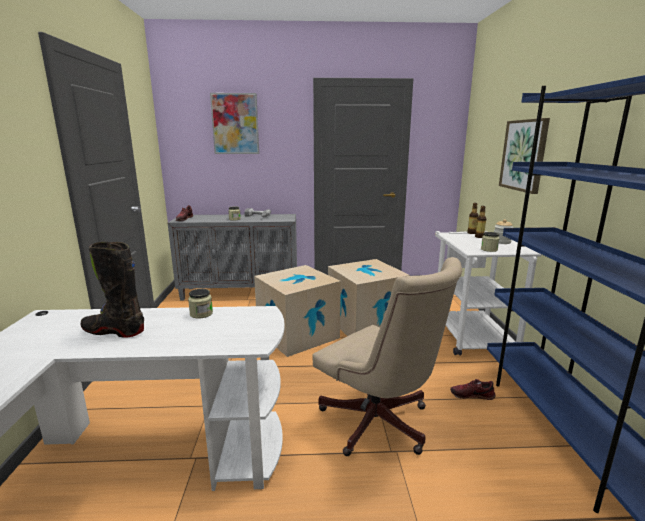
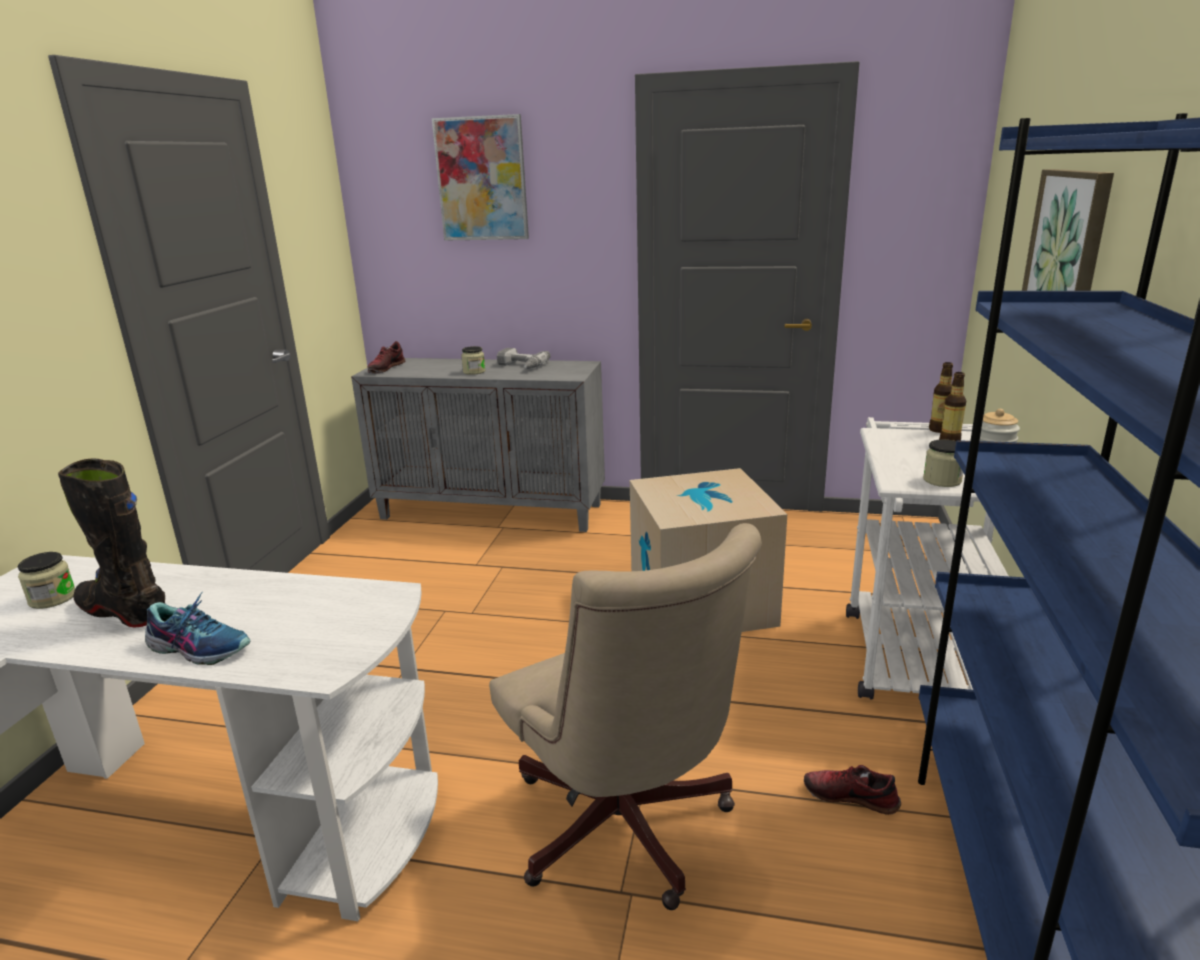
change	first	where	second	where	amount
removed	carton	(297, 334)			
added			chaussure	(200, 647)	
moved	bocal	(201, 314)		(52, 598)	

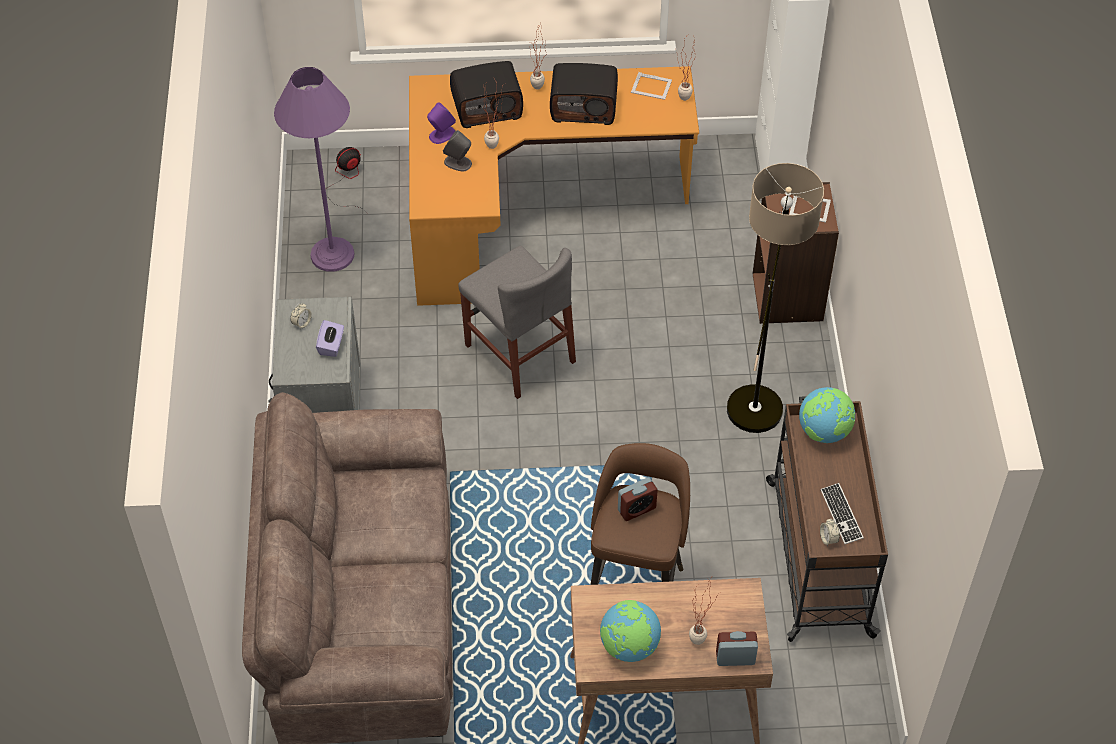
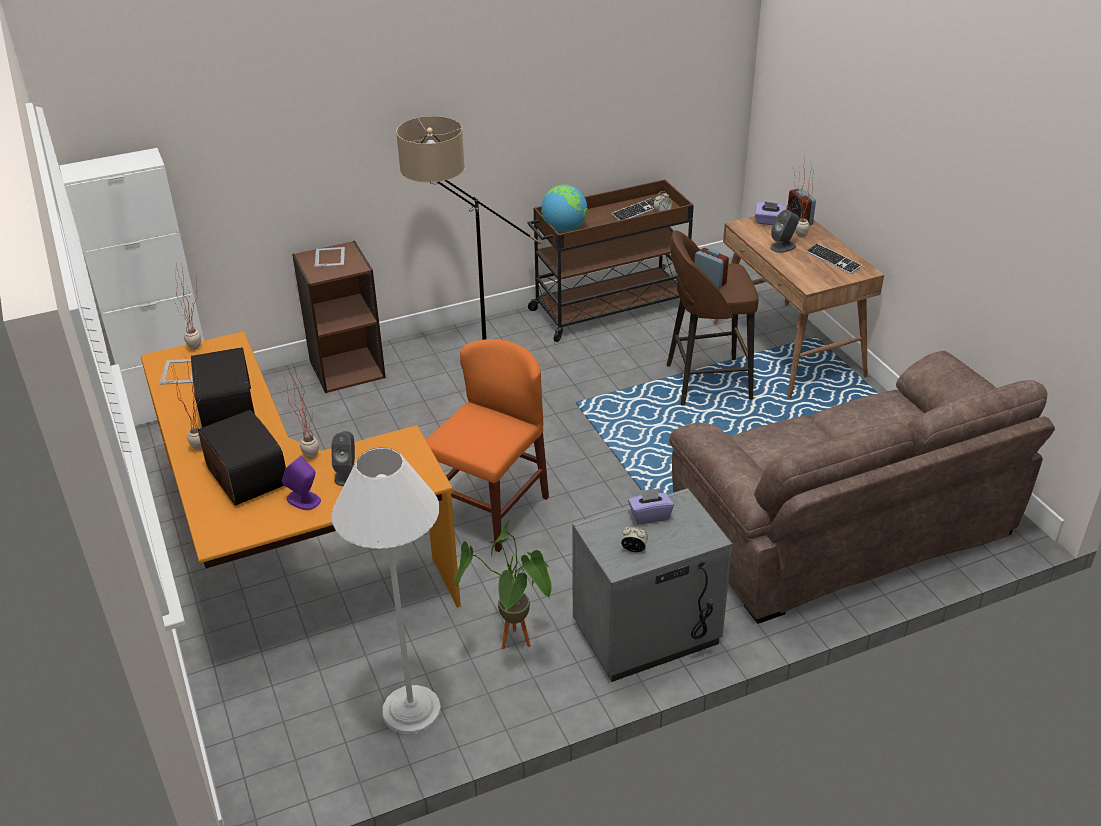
change	first	where	second	where	amount
removed	ventilateur	(347, 181)			
added			plante en pot	(514, 647)	
added			boîte à mouchoirs/violet	(769, 222)	
added			enceinte/gris	(783, 246)	
replaced	globe	(629, 647)	clavier	(833, 260)	
recoloured	lampadaire/violet	(332, 254)	lampadaire/blanc	(411, 710)	
recoloured	chaise/gris	(519, 353)	chaise/orange	(490, 511)	

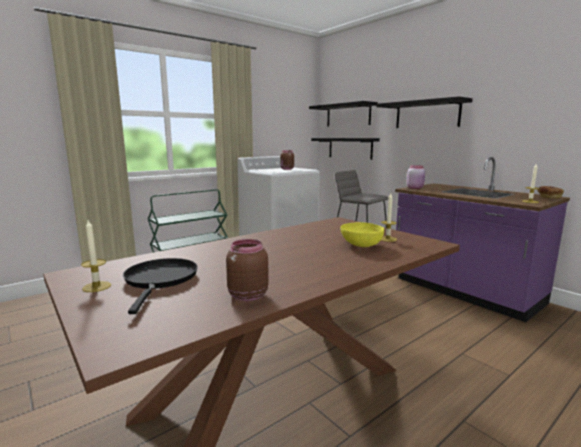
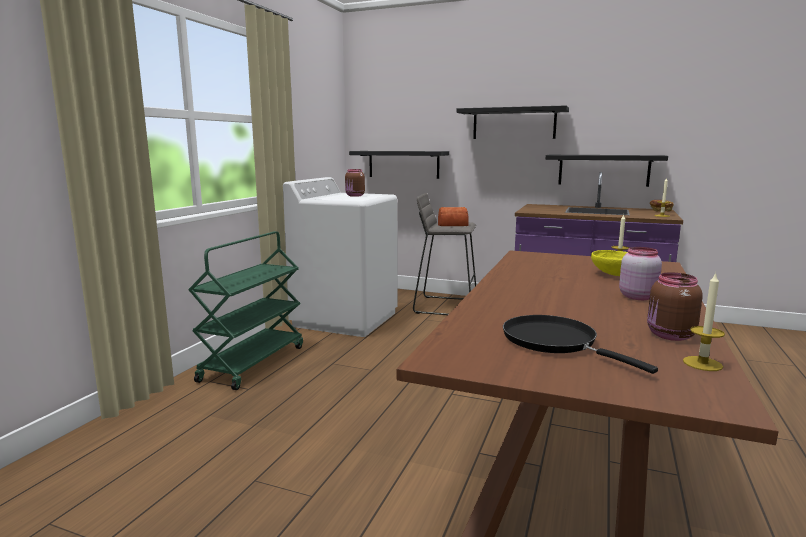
change	first	where	second	where	amount
added			pain	(452, 225)	
moved	bougie	(97, 287)		(702, 363)	
moved	étagère/noir	(348, 115)		(603, 170)	
moved	bocal/rose	(415, 188)		(638, 296)	

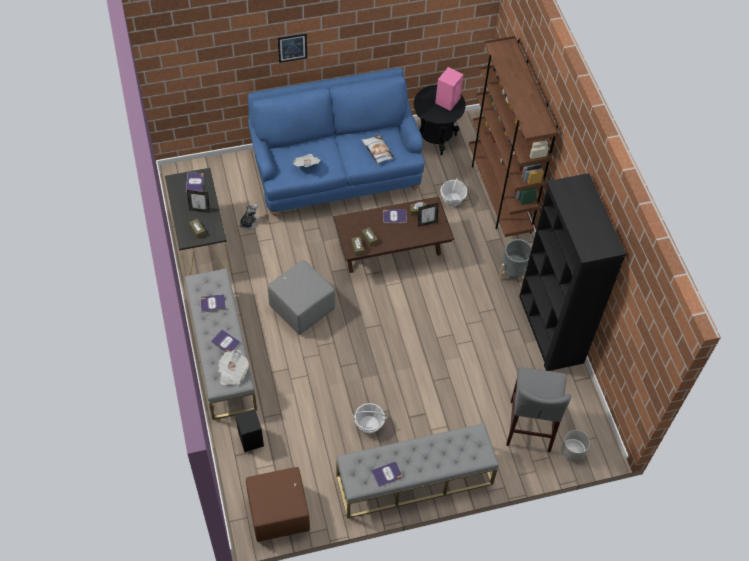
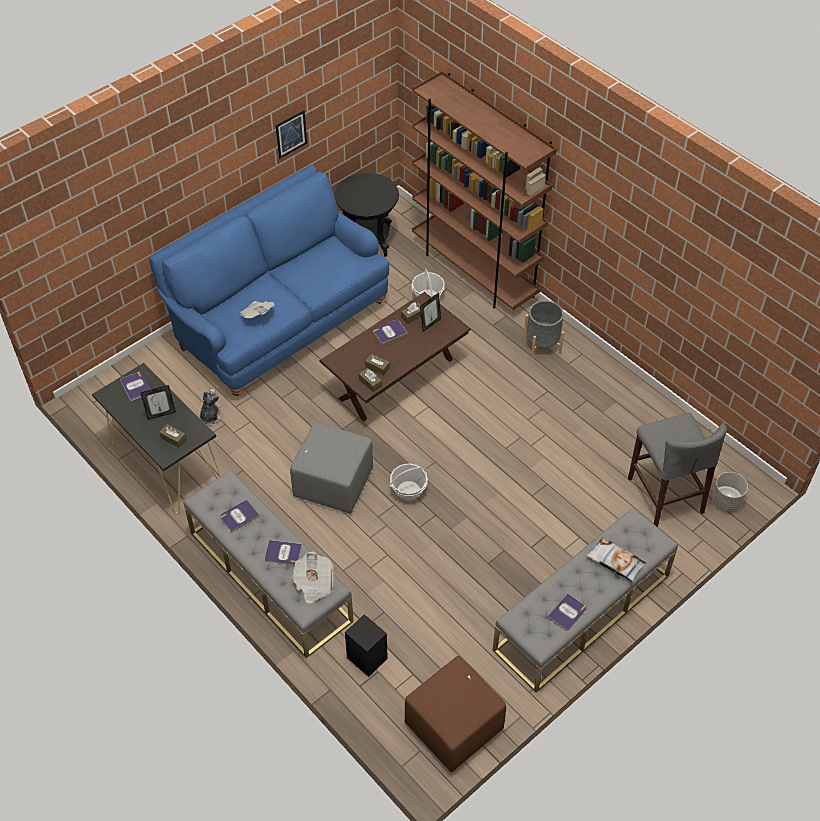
change	first	where	second	where	amount
removed	enceinte/rose	(448, 100)			
removed	bibliothèque/noir	(550, 329)			
moved	tableau	(292, 47)		(291, 134)	
moved	panier	(369, 424)		(408, 490)	
moved	coussin	(377, 151)		(615, 562)	

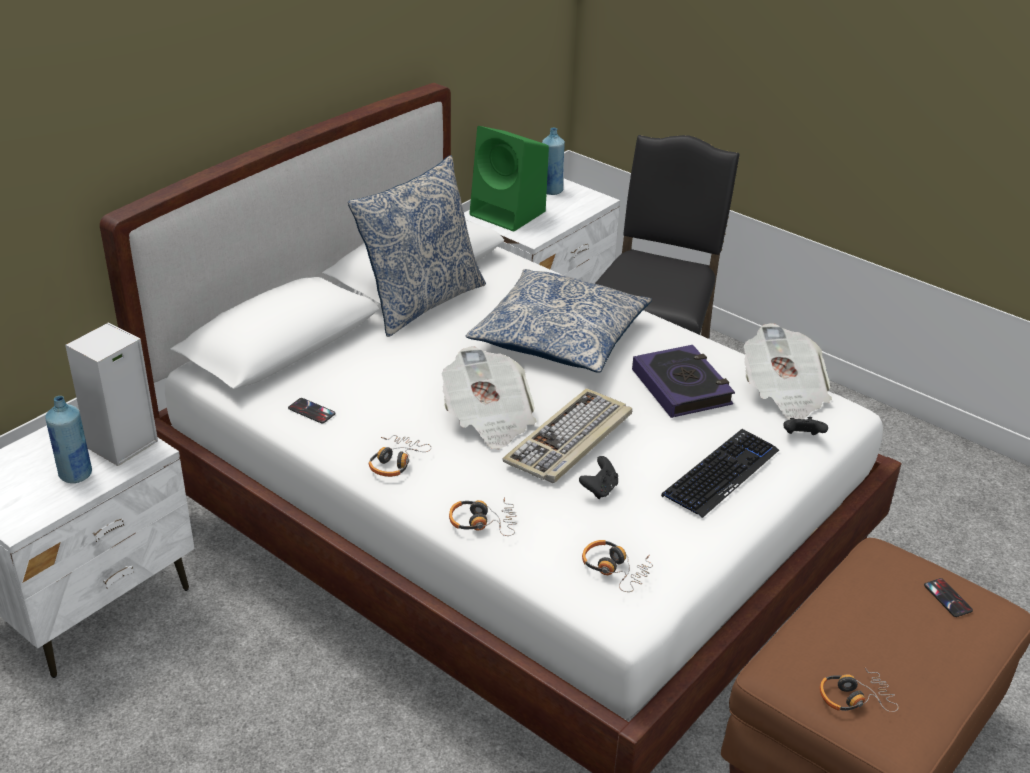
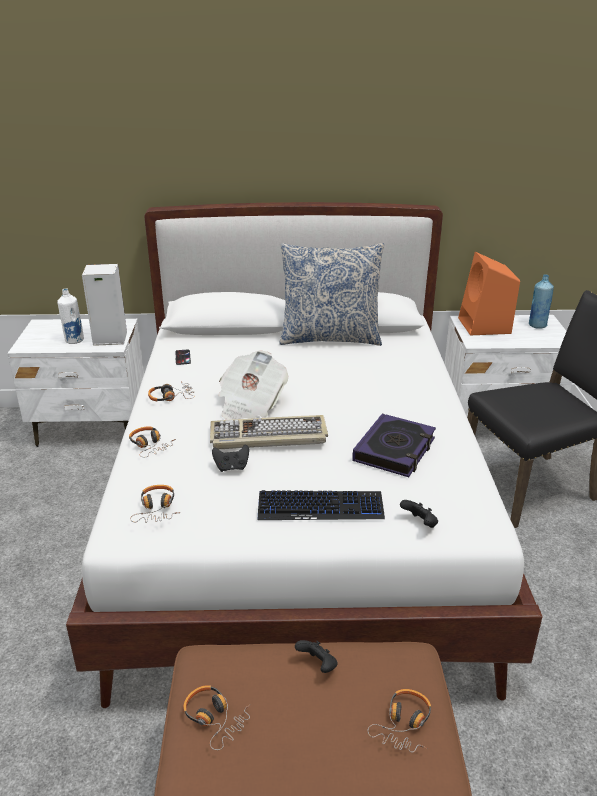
change	first	where	second	where	amount
removed	coussin	(559, 337)			
removed	journal	(783, 394)			
added			manette/noir	(318, 665)	
replaced	téléphone	(948, 598)	casque audio	(404, 725)	
recoloured	bouteille/bleu	(75, 475)	bouteille/blanc	(74, 340)	
recoloured	enceinte/vert	(509, 213)	enceinte/orange	(485, 326)	

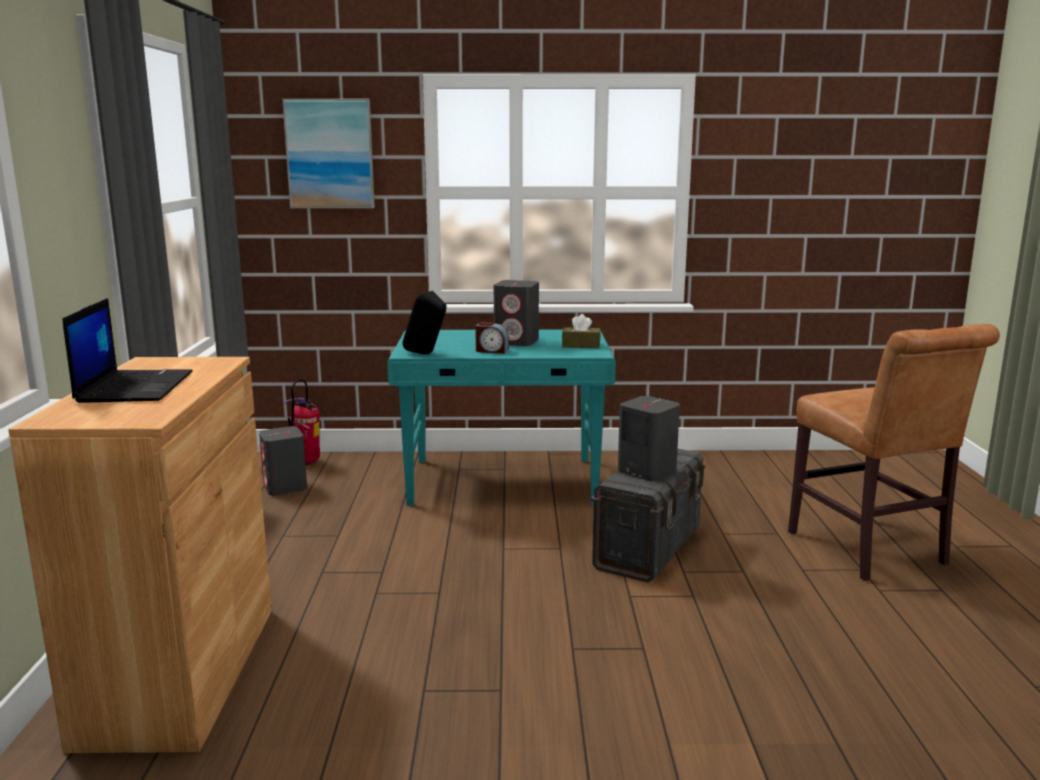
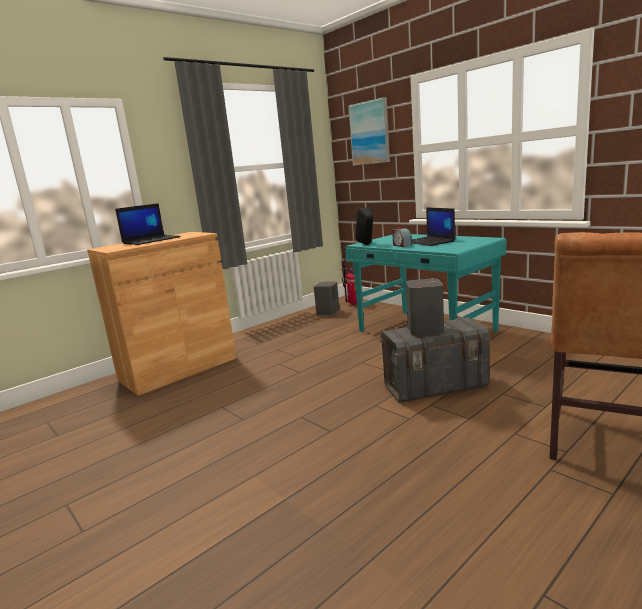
change	first	where	second	where	amount
removed	boîte à mouchoirs/marron	(581, 345)			
replaced	enceinte/gris	(517, 342)	ordinateur portable	(430, 242)	

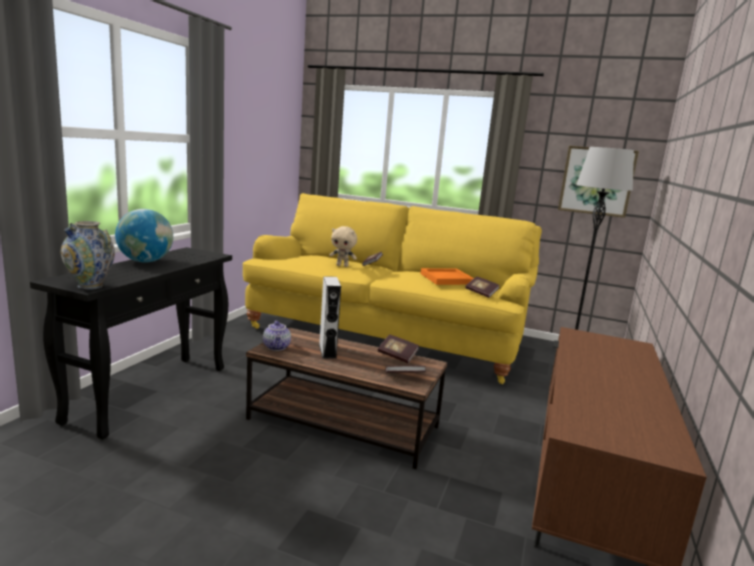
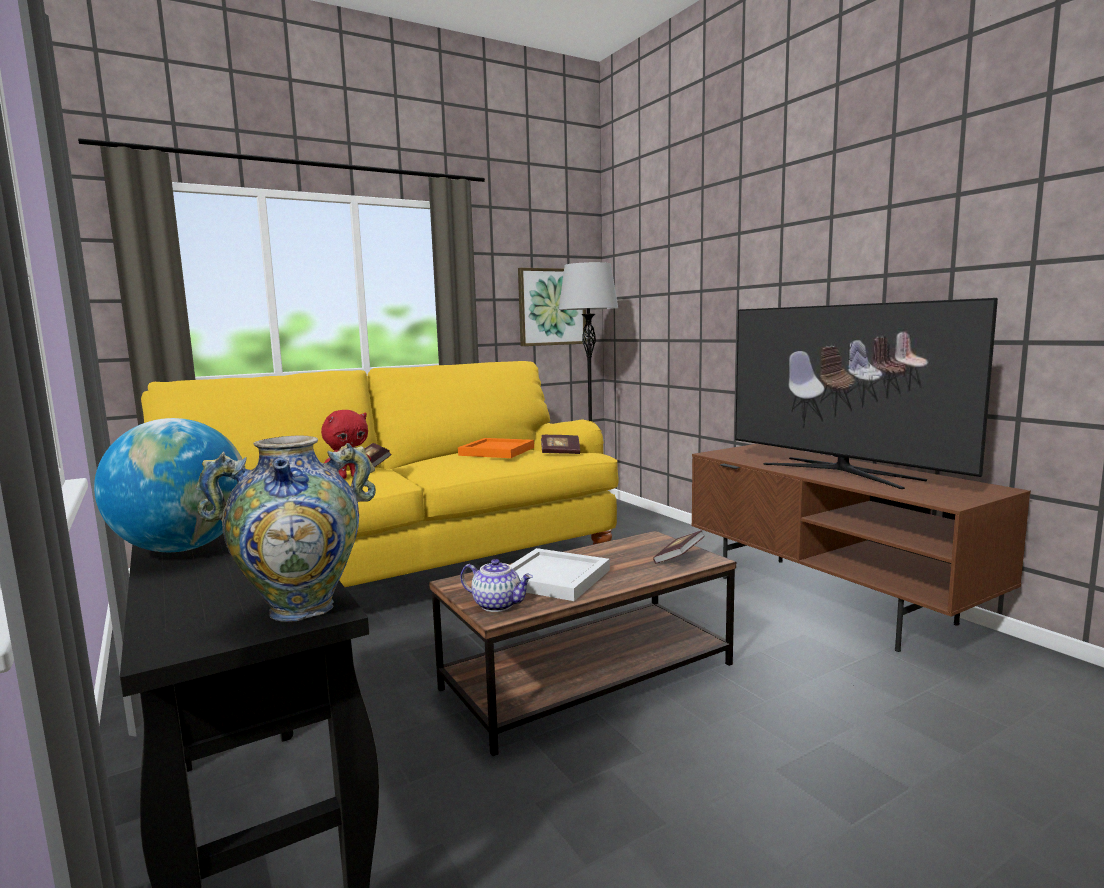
change	first	where	second	where	amount
removed	livre	(397, 356)			
added			téléviseur	(840, 472)	
replaced	enceinte/gris	(327, 351)	plateau/blanc	(553, 577)	
recoloured	peluche/beige	(342, 266)	peluche/rouge	(349, 477)	

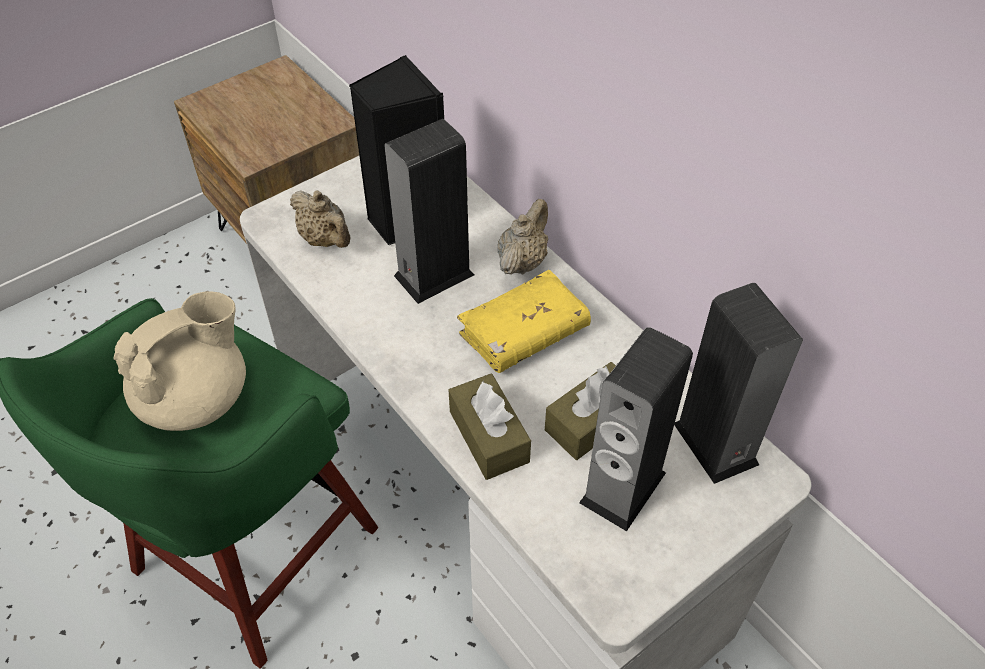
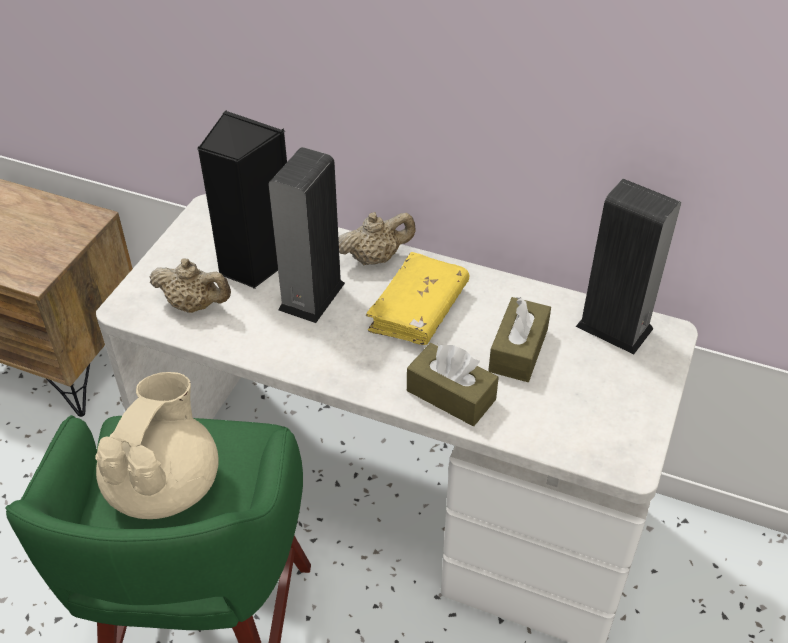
change	first	where	second	where	amount
removed	enceinte	(623, 487)			
turned	théière/beige	(522, 261)		(375, 258)	75 degrees clockwise

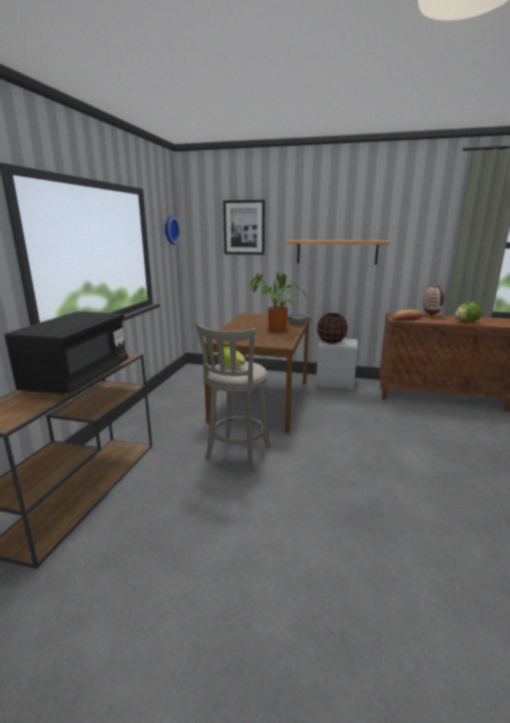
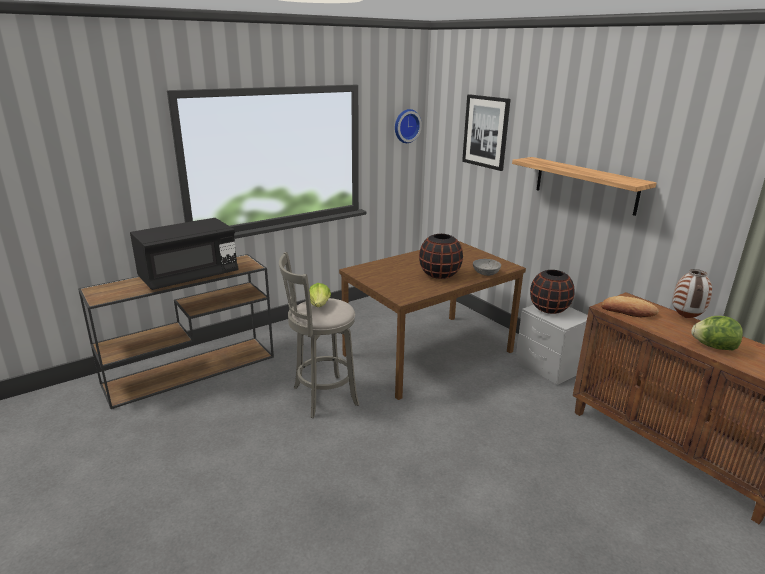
change	first	where	second	where	amount
replaced	plante en pot	(275, 329)	vase/noir	(439, 275)	

